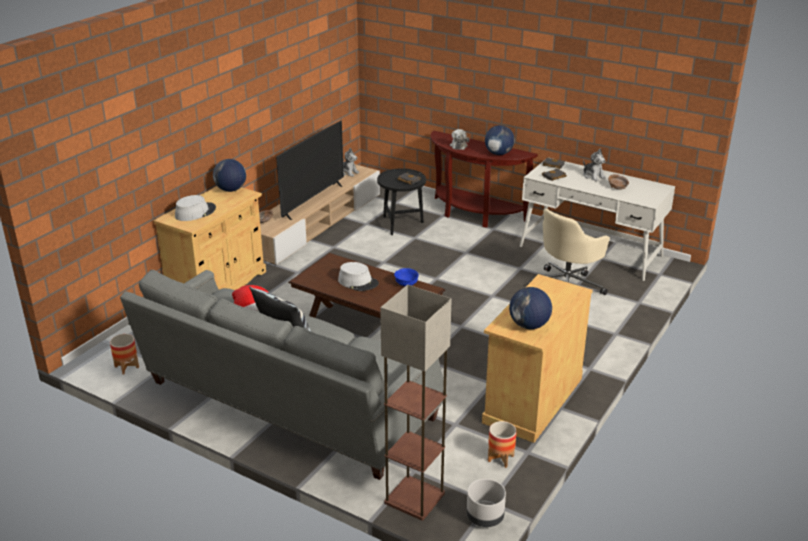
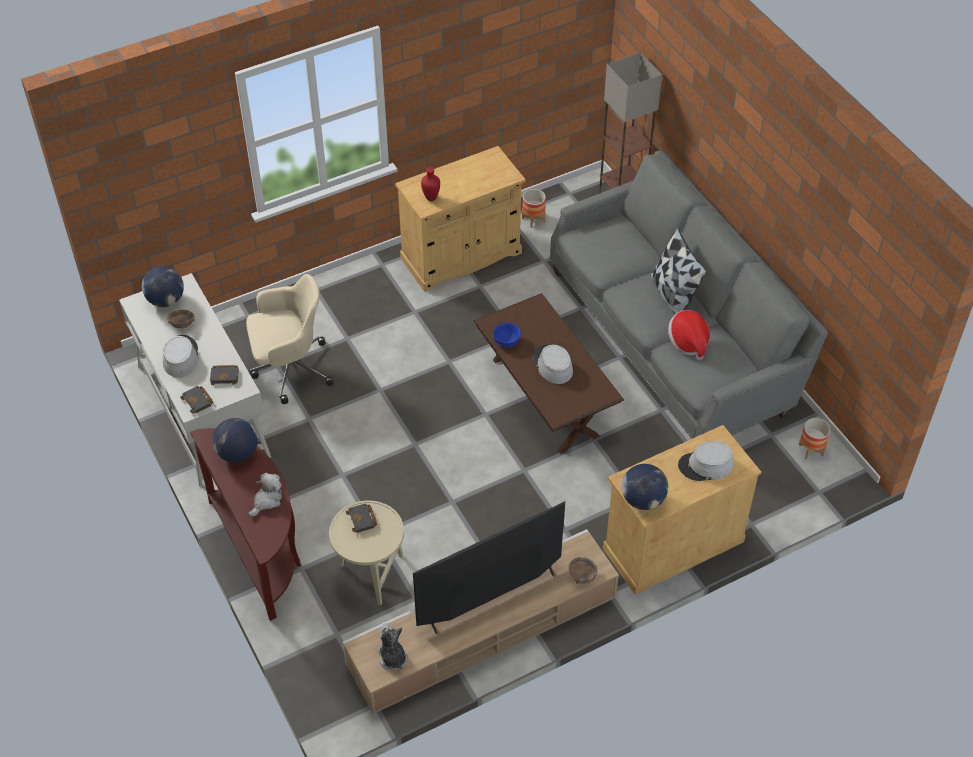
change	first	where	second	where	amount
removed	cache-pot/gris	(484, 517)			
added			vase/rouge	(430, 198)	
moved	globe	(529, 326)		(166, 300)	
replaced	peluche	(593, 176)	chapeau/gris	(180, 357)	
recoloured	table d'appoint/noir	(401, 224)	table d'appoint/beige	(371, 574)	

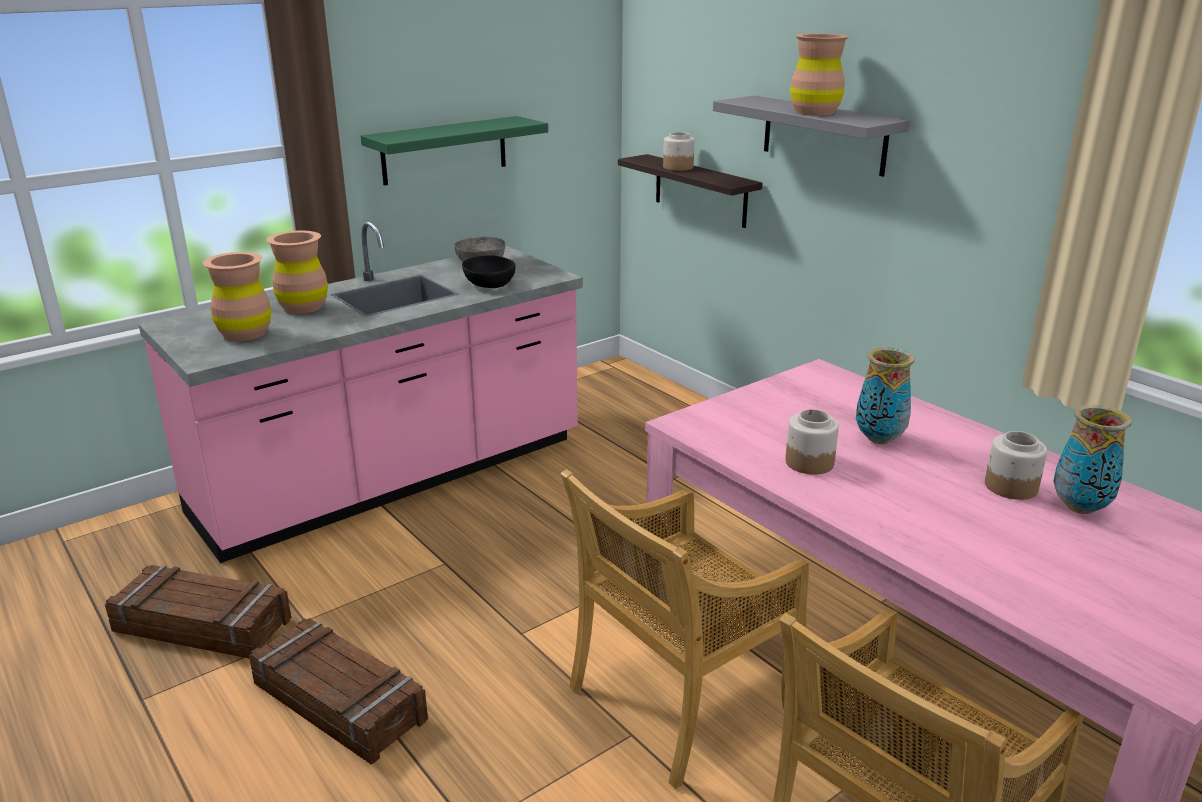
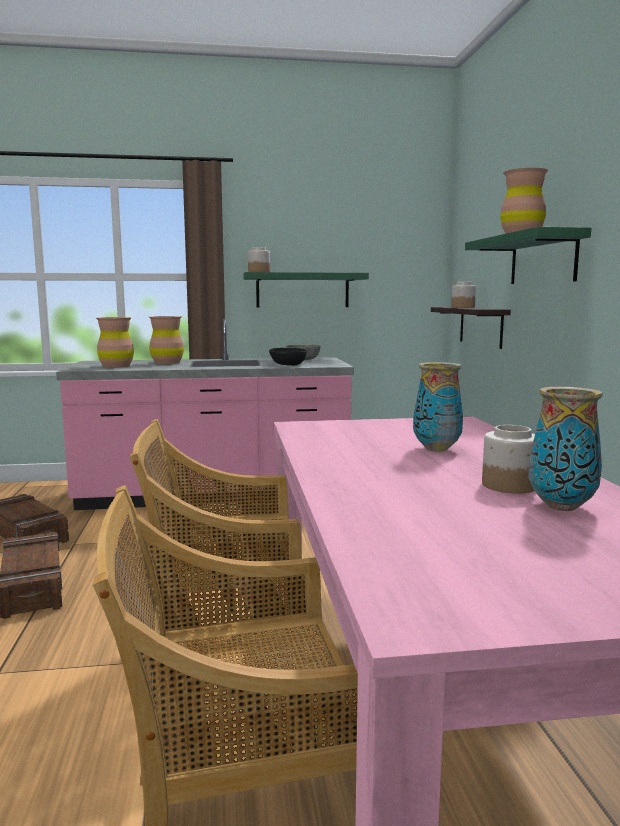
change	first	where	second	where	amount
moved	bocal	(809, 462)		(259, 272)	
recoloured	étagère/gris	(824, 135)	étagère/vert	(542, 259)	

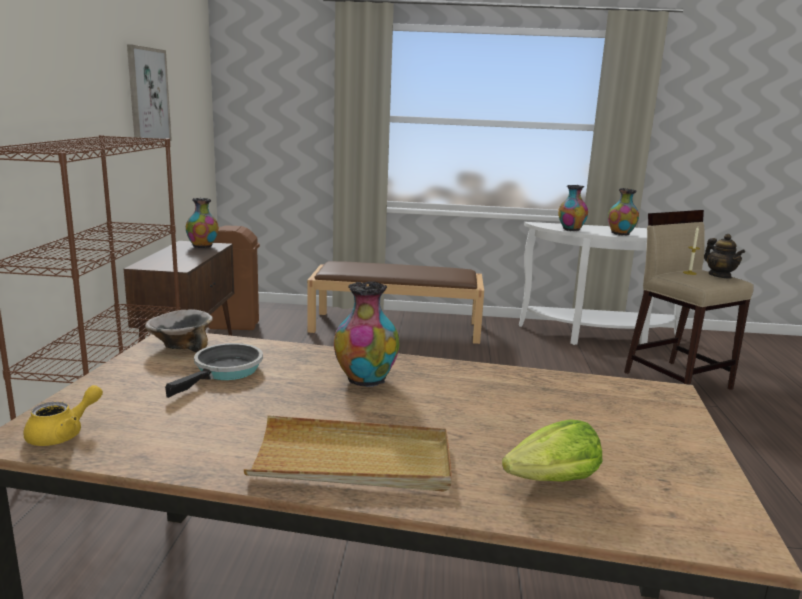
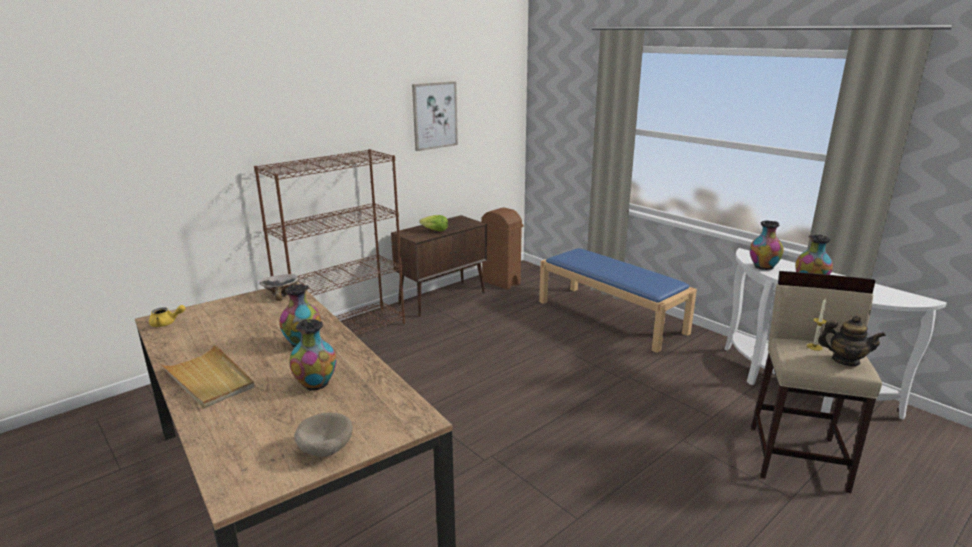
change	first	where	second	where	amount
removed	poêle	(225, 372)			
added			bol/beige	(324, 449)	
moved	vase	(203, 246)		(316, 384)	
moved	laitue	(553, 481)		(434, 230)	
recoloured	banc/marron	(397, 327)	banc/bleu	(611, 317)	
turned	théière	(720, 276)		(845, 360)	90 degrees counterclockwise

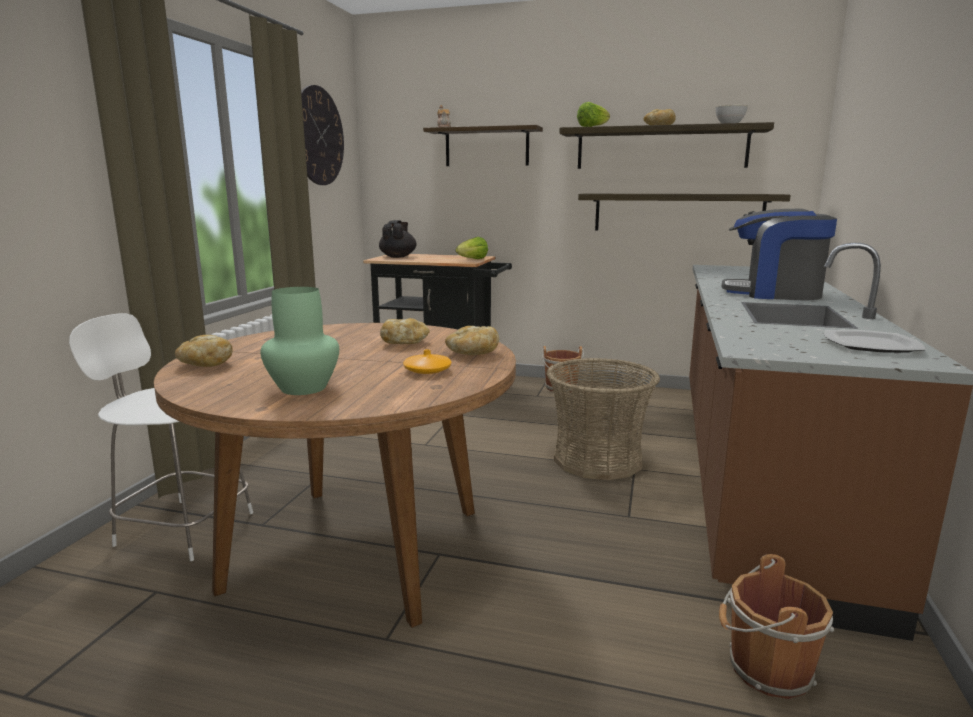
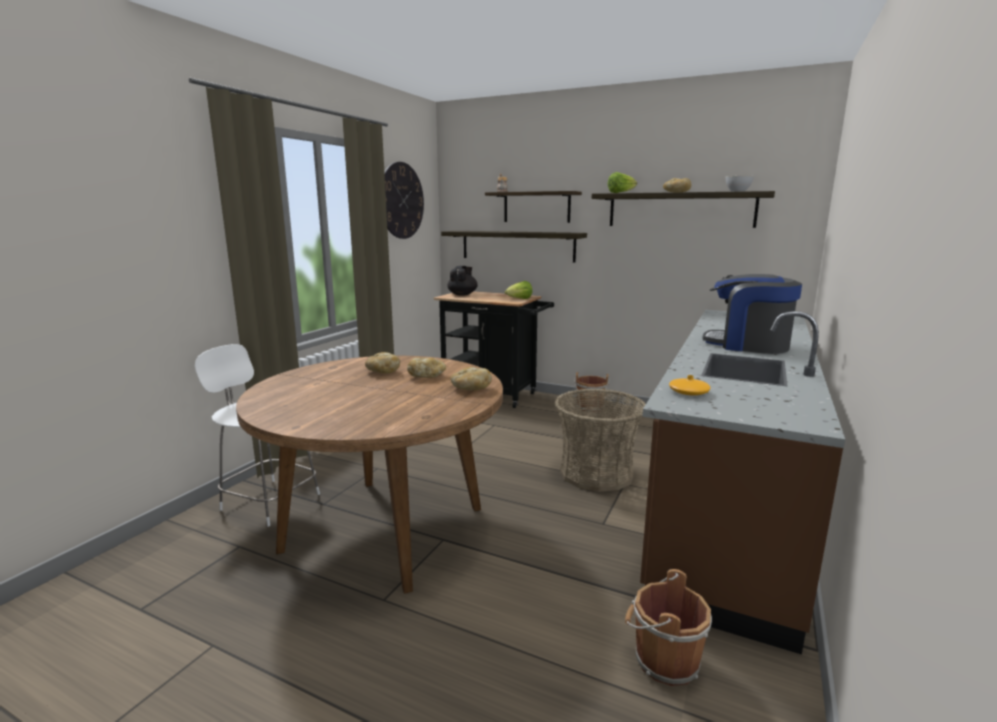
change	first	where	second	where	amount
removed	vase/vert	(302, 388)			
removed	assiette	(871, 344)			
moved	pain	(205, 364)		(382, 372)	
moved	vase/orange	(427, 371)		(688, 392)	
moved	étagère	(677, 213)		(517, 246)	

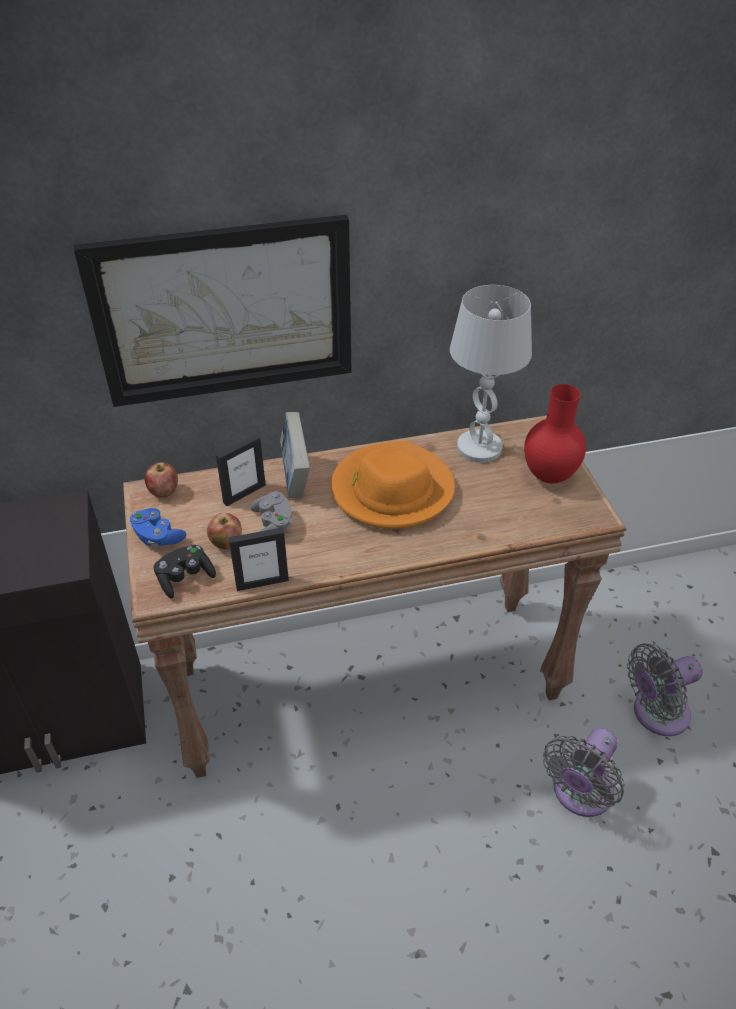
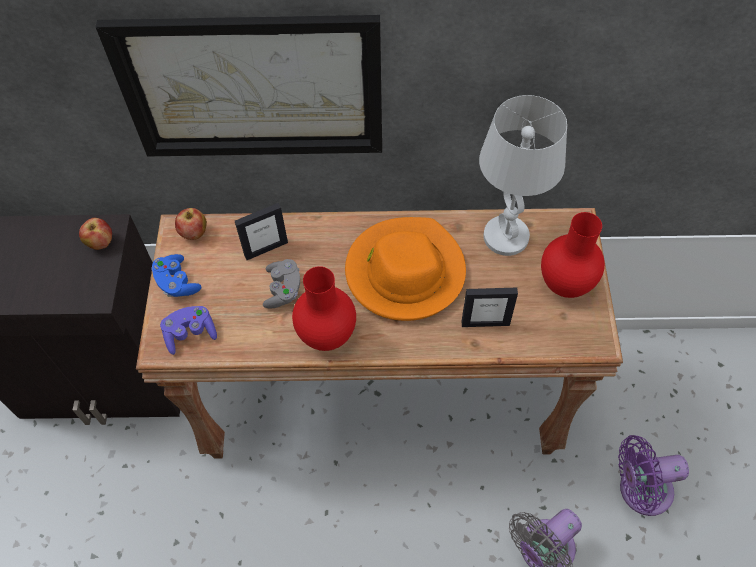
change	first	where	second	where	amount
removed	livre	(295, 477)			
added			vase/rouge	(328, 337)	
moved	pomme	(226, 543)		(101, 243)	
moved	cadre photo	(262, 583)		(485, 323)	
recoloured	manette/noir	(185, 578)	manette/violet	(190, 334)	
recoloured	ventilateur/gris	(655, 714)	ventilateur/violet	(640, 490)	

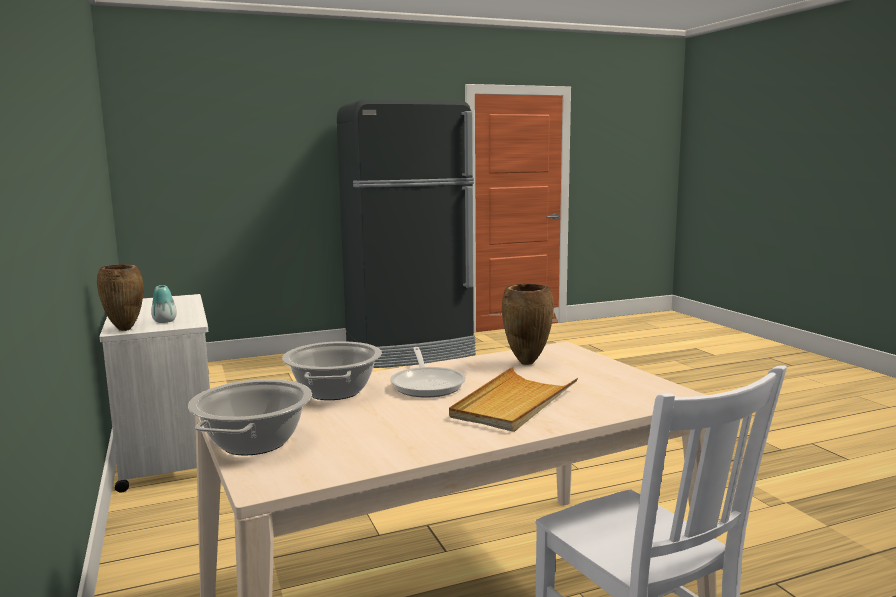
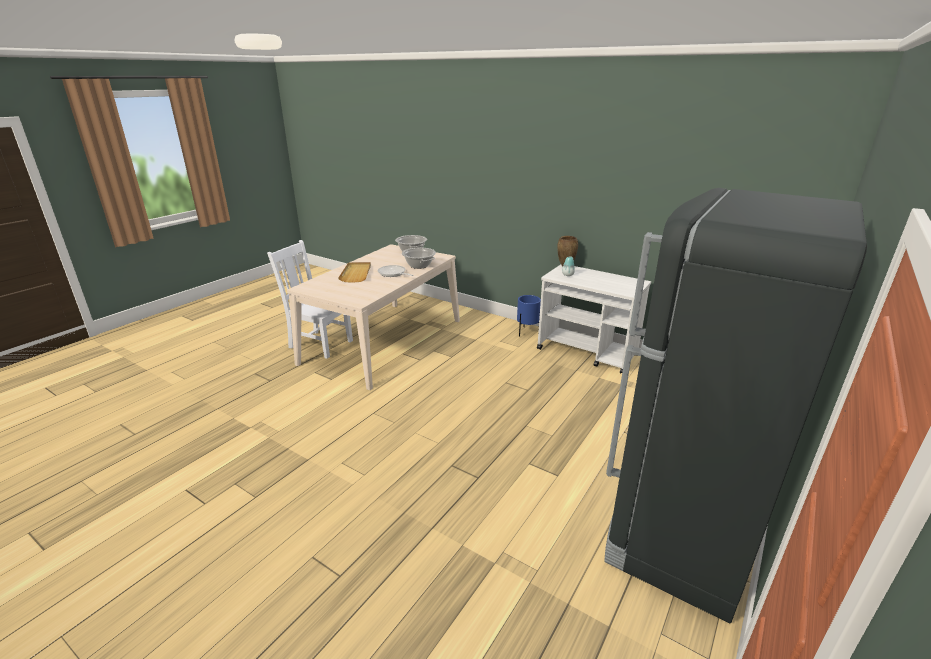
change	first	where	second	where	amount
removed	vase/marron	(526, 363)			
added			cache-pot/bleu	(527, 333)	

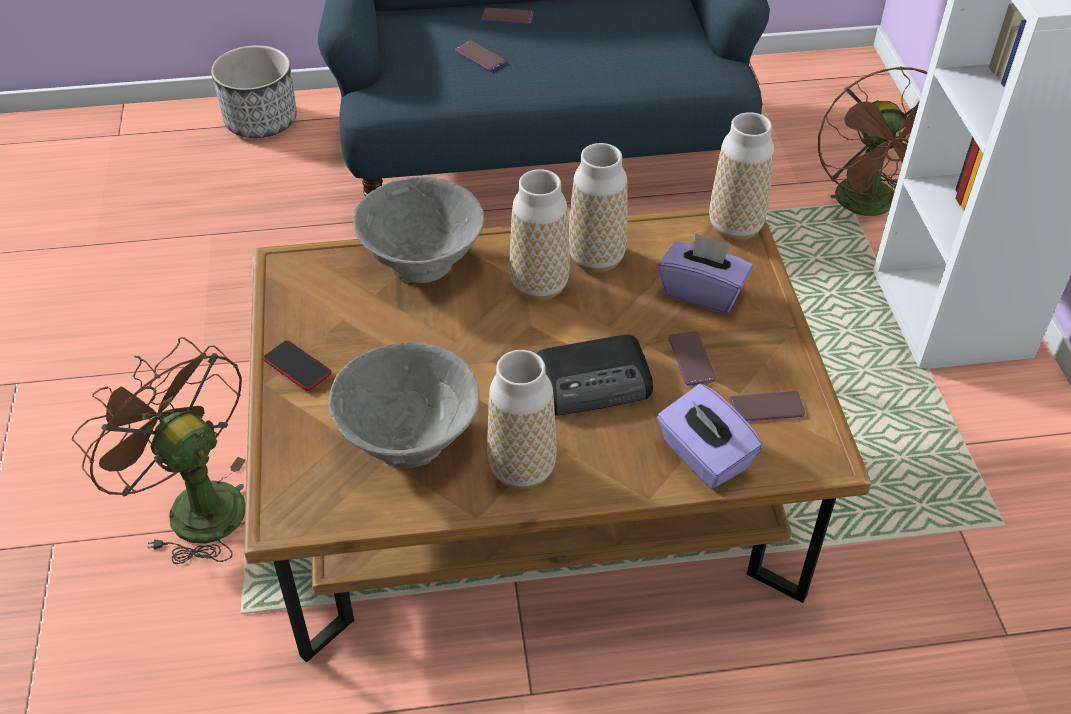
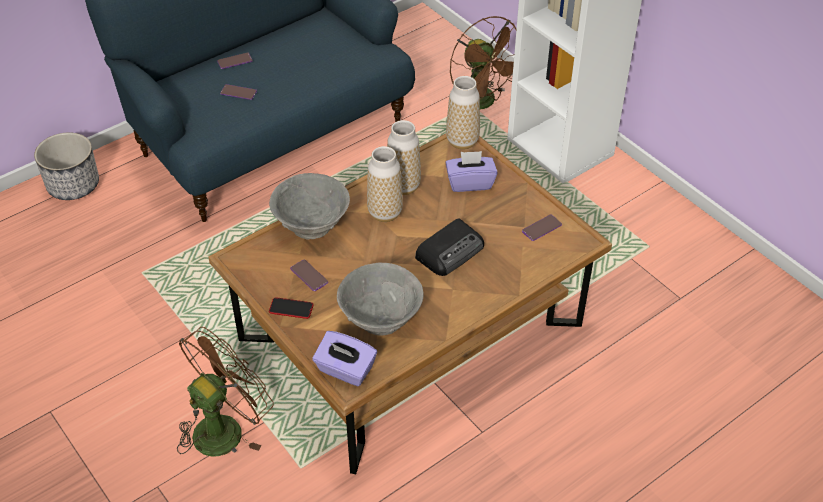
change	first	where	second	where	amount
removed	vase	(522, 469)			
moved	boîte à mouchoirs/violet	(704, 456)		(345, 370)	
moved	téléphone	(691, 359)		(309, 276)	
turned	ventilateur/marron	(193, 505)		(225, 427)	120 degrees clockwise

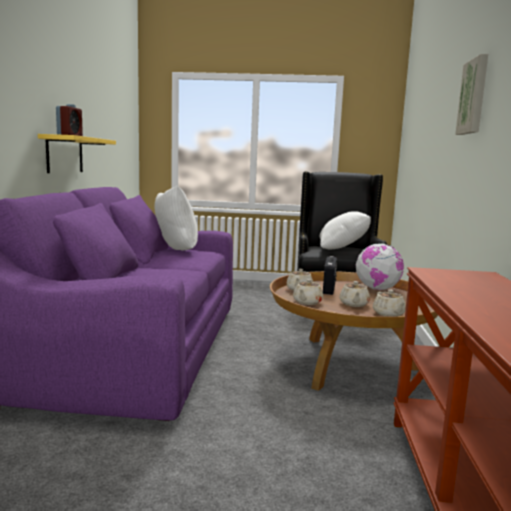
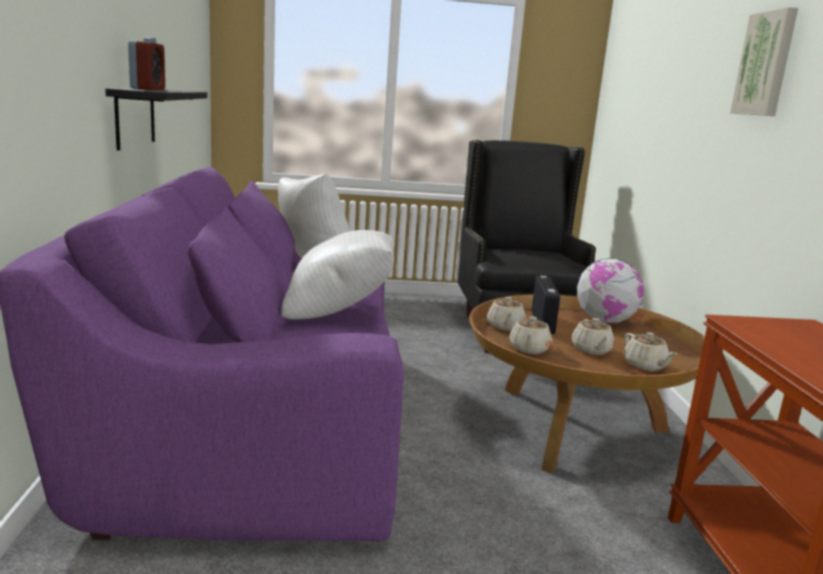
change	first	where	second	where	amount
moved	coussin/blanc	(343, 249)		(339, 311)	
recoloured	étagère/jaune	(64, 154)	étagère/noir	(135, 117)	

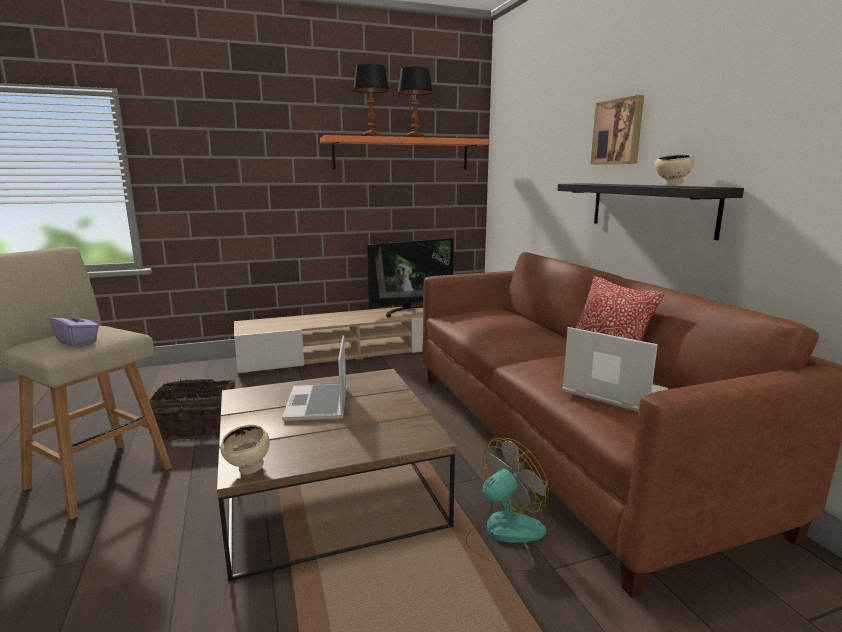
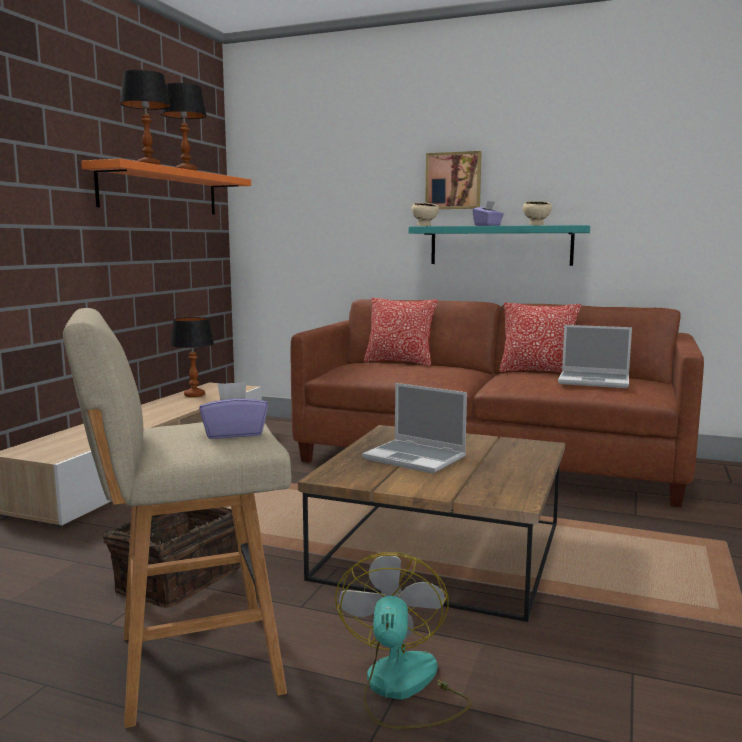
change	first	where	second	where	amount
added			coussin	(400, 362)	
added			boîte à mouchoirs/violet	(487, 225)	
moved	bol/beige	(248, 470)		(425, 226)	
moved	ventilateur	(504, 535)		(402, 688)	
replaced	téléviseur	(410, 310)	lampe de table	(194, 395)	
recoloured	étagère/noir	(650, 208)	étagère/turquoise	(500, 245)	
turned	ordinateur portable	(612, 393)		(594, 381)	150 degrees counterclockwise

